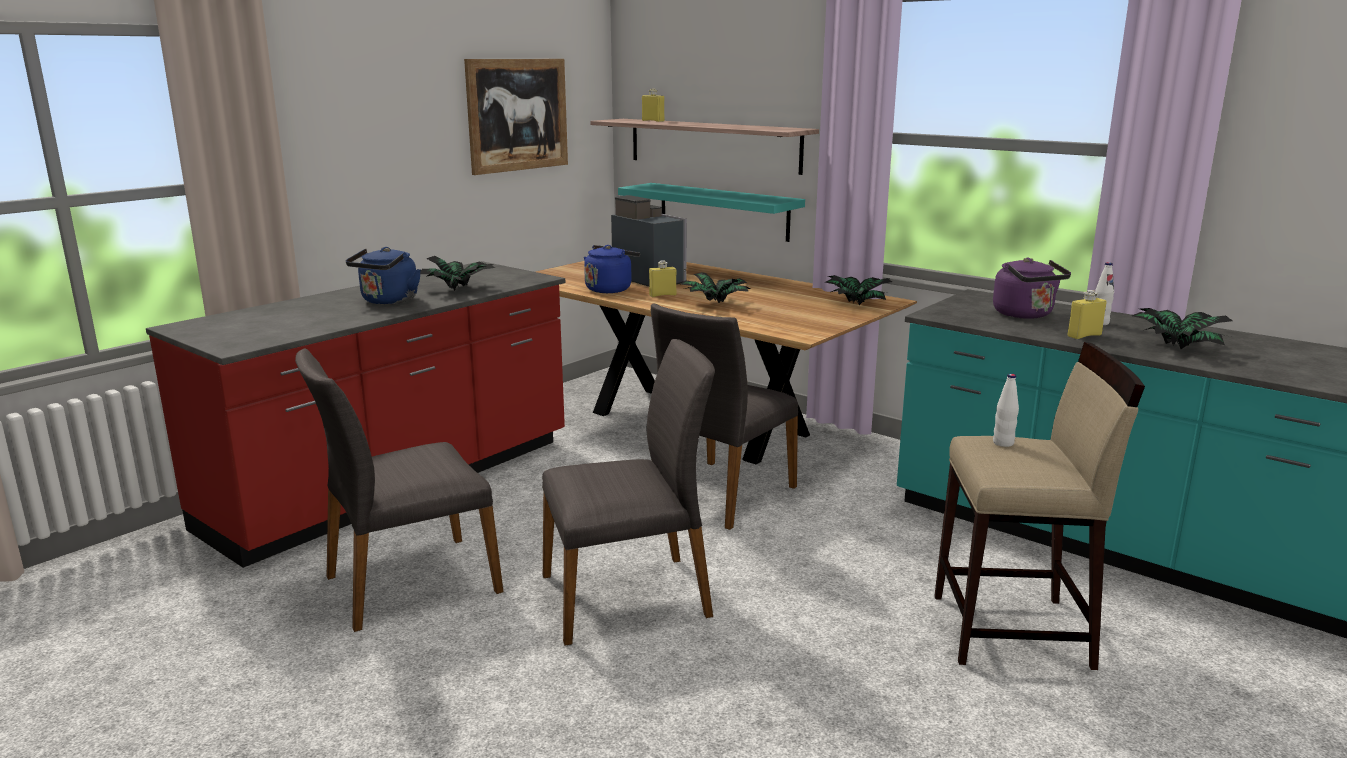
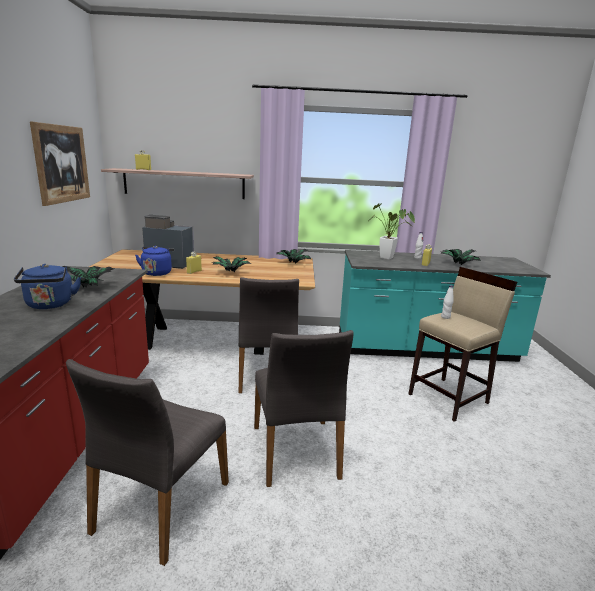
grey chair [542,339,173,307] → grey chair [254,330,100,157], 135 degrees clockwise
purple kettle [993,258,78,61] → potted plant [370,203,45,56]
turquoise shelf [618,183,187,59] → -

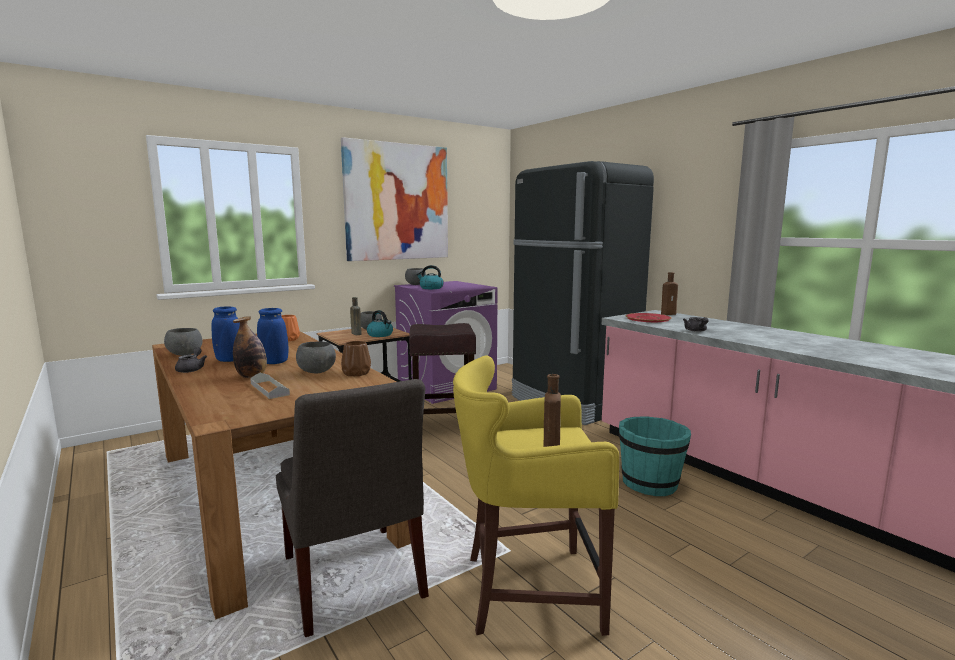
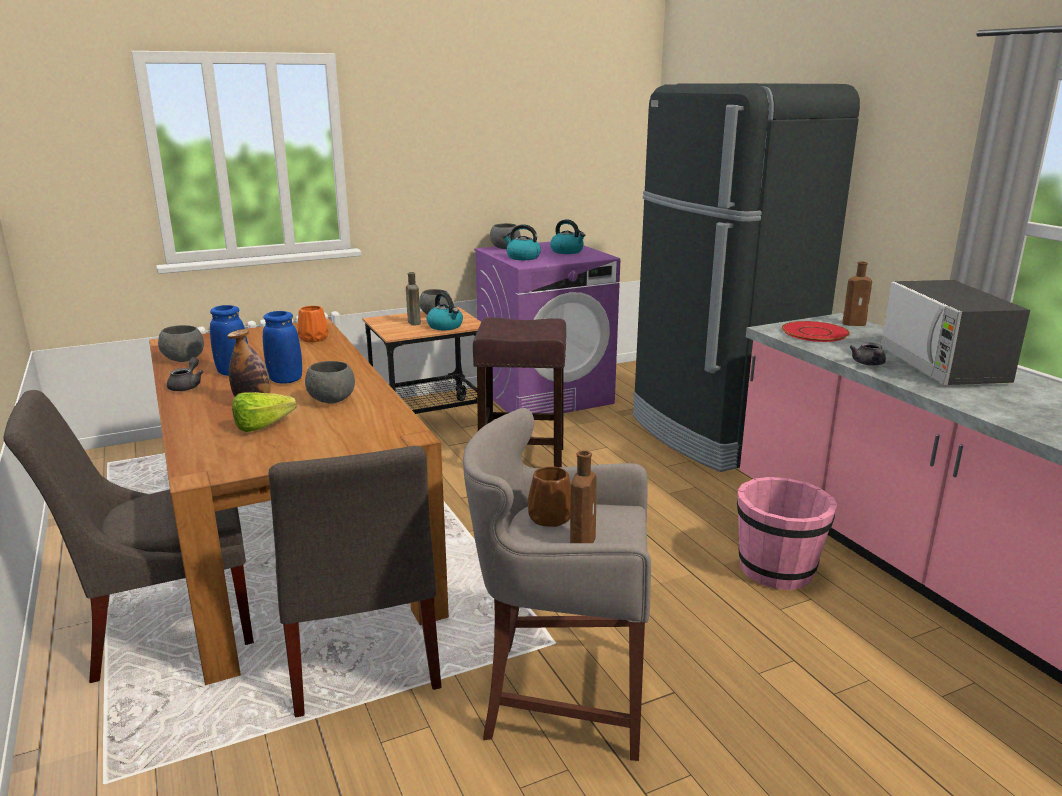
- → grey chair [3,390,251,293]
grey tray [250,372,40,27] → lettuce [232,392,65,40]
yellow stool [453,355,166,281] → grey stool [463,408,188,353]
brown vase [341,341,30,35] → brown vase [528,466,43,61], relocated
- → kettle [550,219,35,35]
turquoise bucket [619,417,72,79] → pink bucket [737,477,101,113]
- → microwave [880,280,150,105]
picture [341,137,107,124] → -

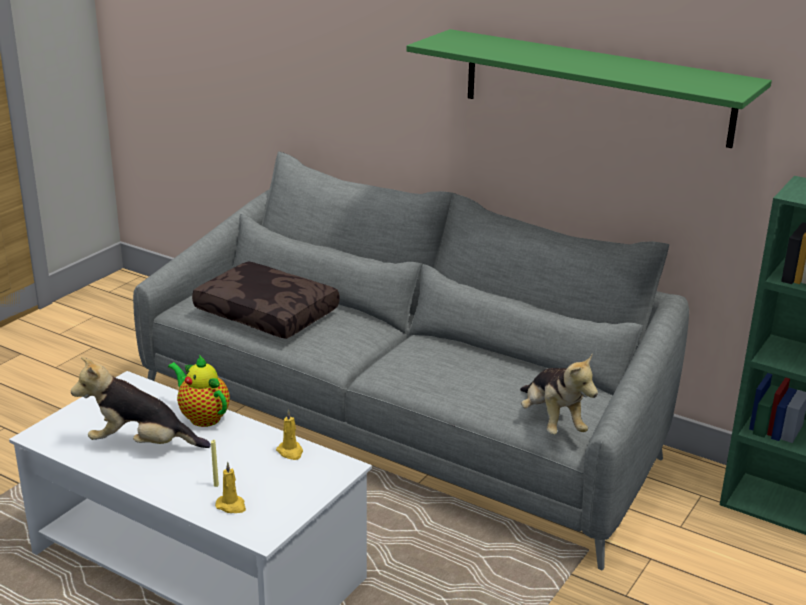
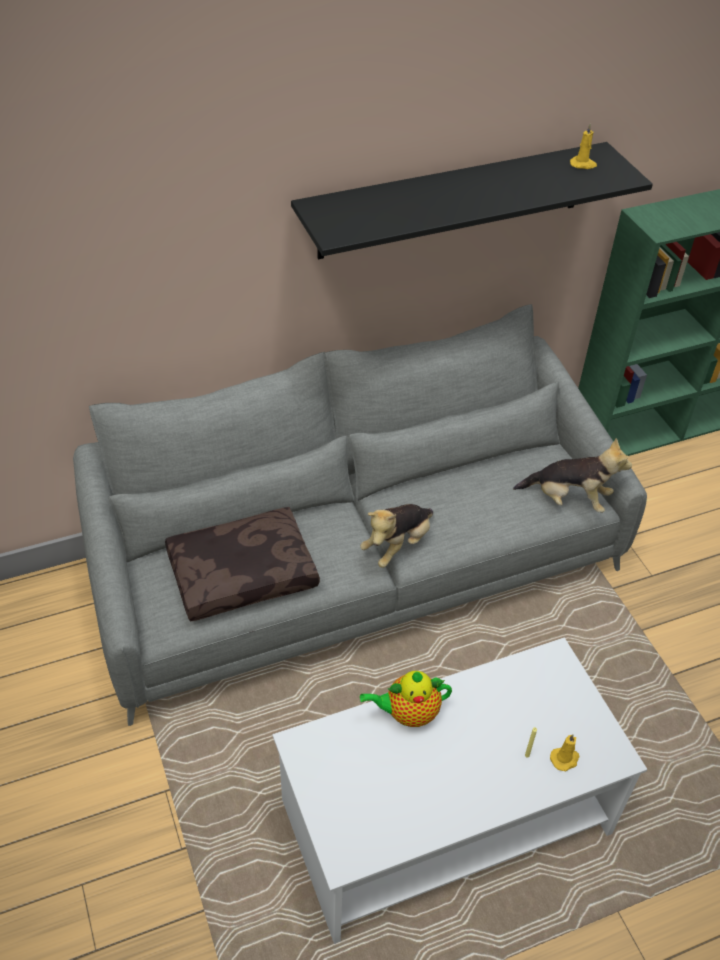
green shelf [407,29,365,119] → black shelf [291,142,362,117]
plush toy [71,357,140,91] → plush toy [360,504,73,64], relocated
yellow candle [276,410,27,50] → yellow candle [570,123,27,46], relocated

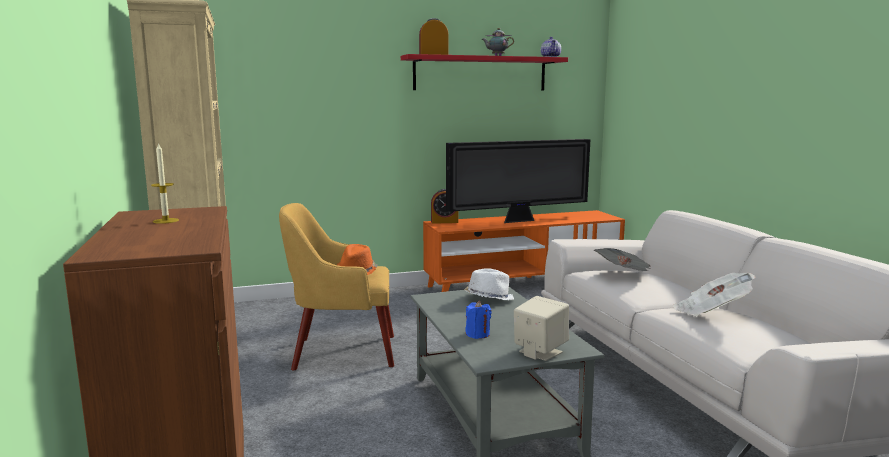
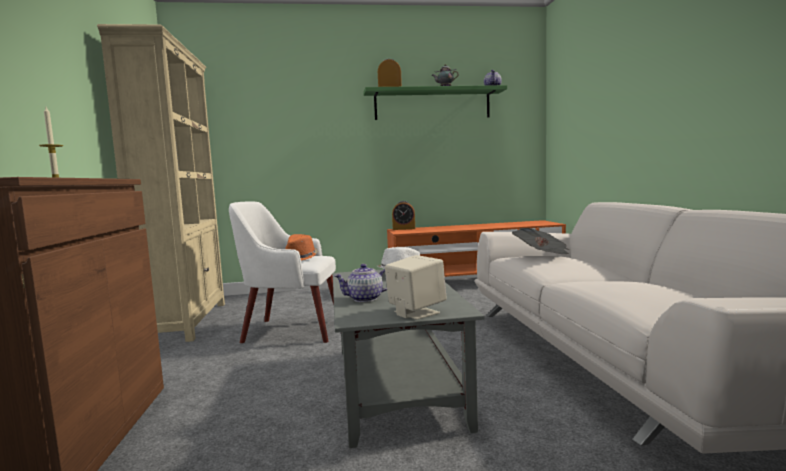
yellow armchair [279,203,115,167] → white armchair [229,202,107,141]
blue candle [466,301,26,38] → teapot [334,264,53,38]
red shelf [401,54,167,37] → green shelf [363,85,144,35]
television [446,139,144,84] → -
newspaper [672,273,84,43] → -

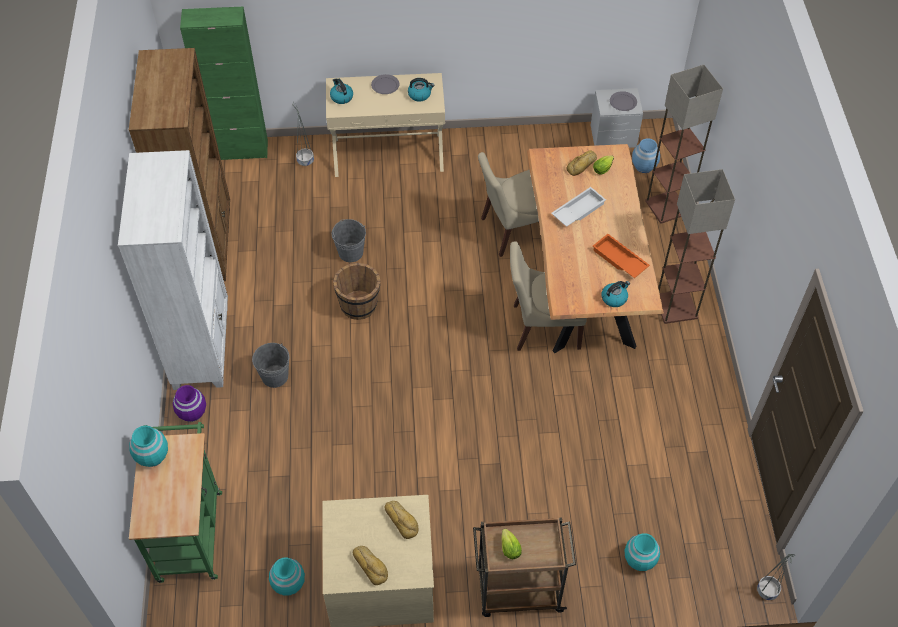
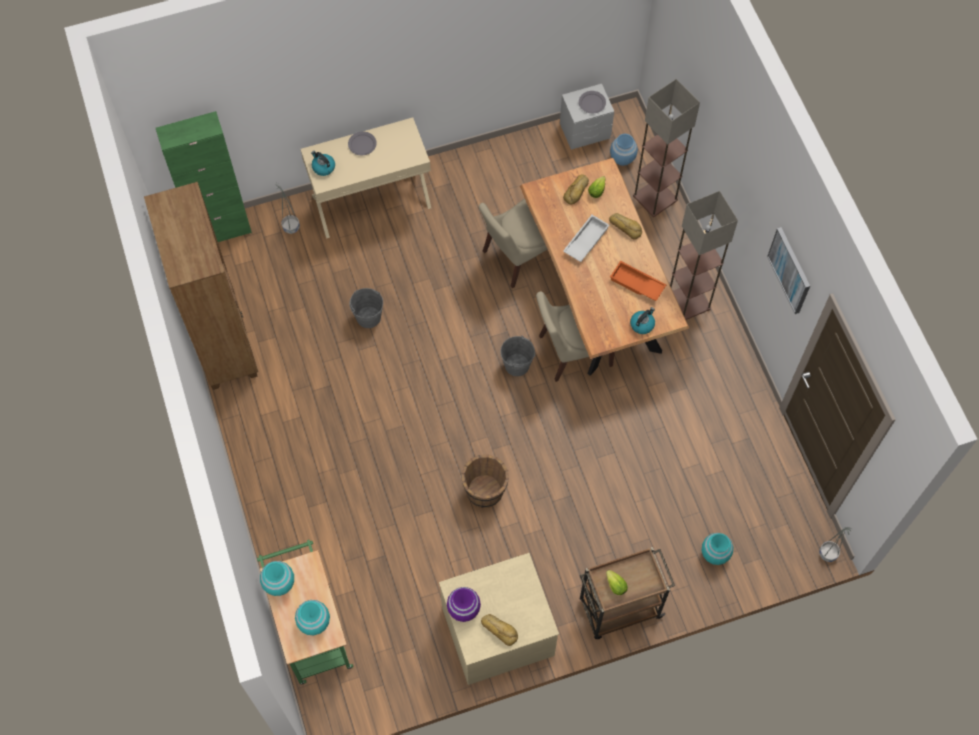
turquoise vase [269,558,36,38] → turquoise vase [295,600,35,35], relocated
purple vase [173,385,33,37] → purple vase [447,587,34,35], relocated
brown bucket [333,263,48,57] → brown bucket [461,455,48,53], relocated
grey bucket [252,343,38,45] → grey bucket [501,335,34,41], relocated
bread [384,501,34,38] → bread [609,213,33,27], relocated
- → picture [767,227,43,87]
white bookcase [118,150,110,240] → -
kettle [408,78,27,24] → -

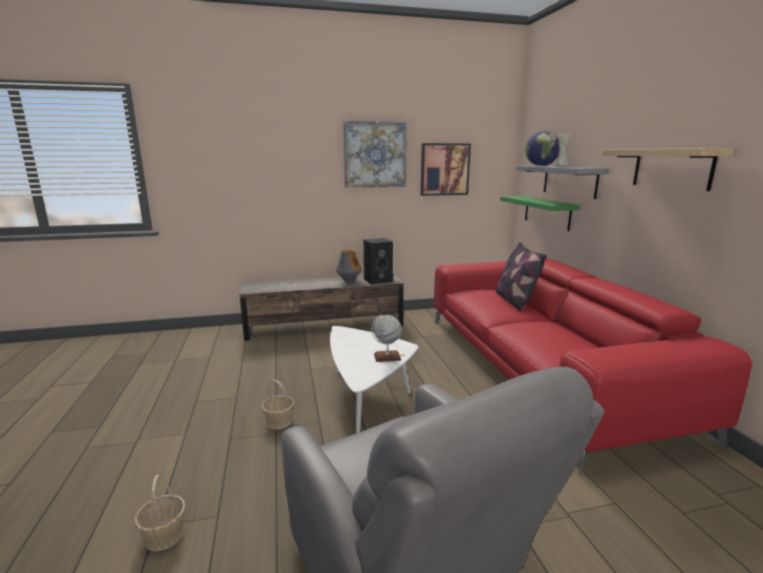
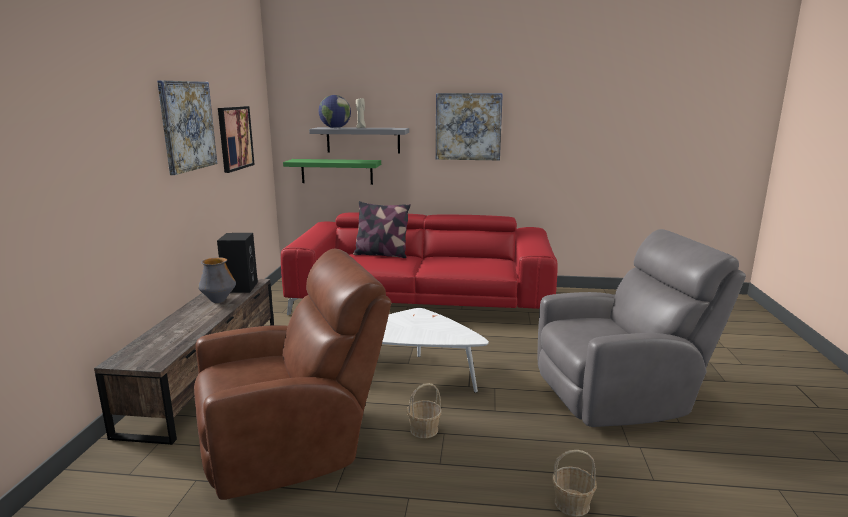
- → brown armchair [194,249,197,251]
shelf [603,148,132,43] → picture [436,93,67,67]
globe [371,315,31,47] → -

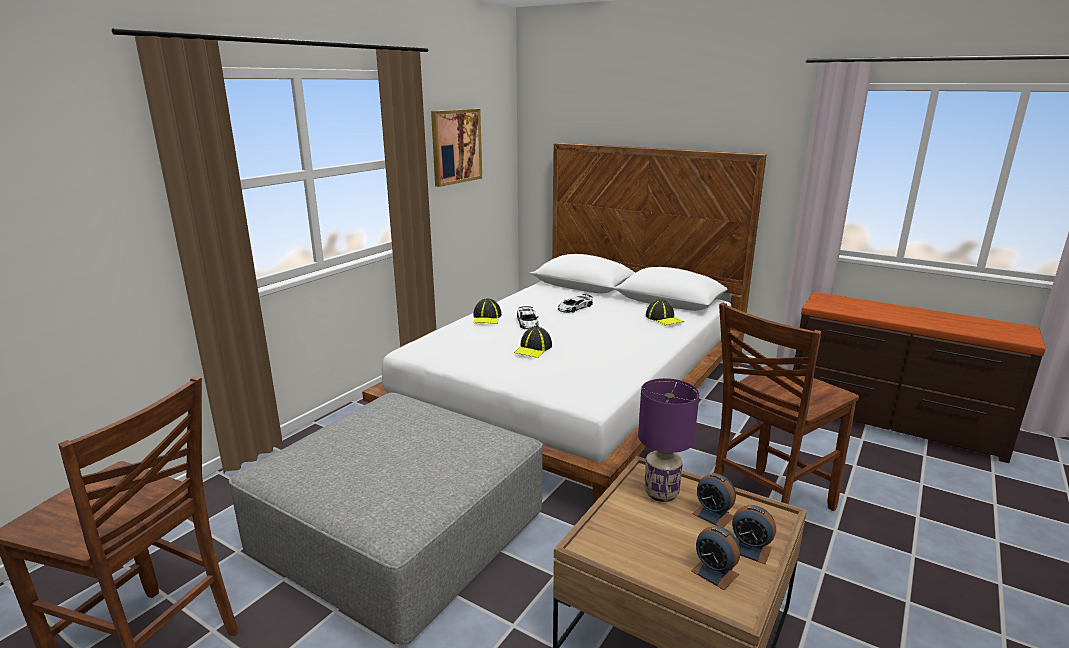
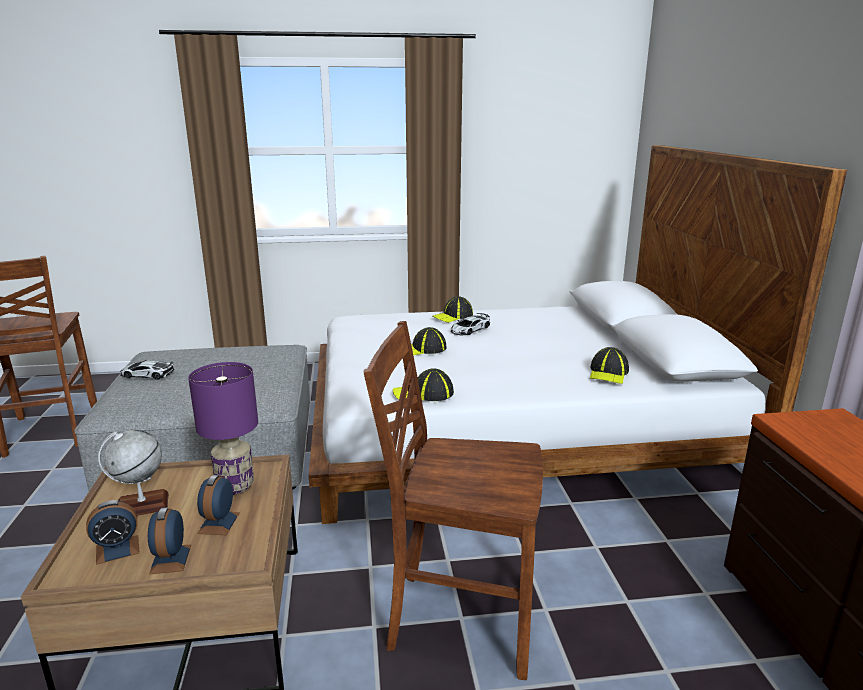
alarm clock [691,526,49,64] → alarm clock [86,500,53,65], 120 degrees counterclockwise
- → globe [98,430,70,86]
toy car [558,294,35,19] → toy car [120,360,54,20], relocated
- → cap [393,369,61,32]
picture [431,109,51,78] → -

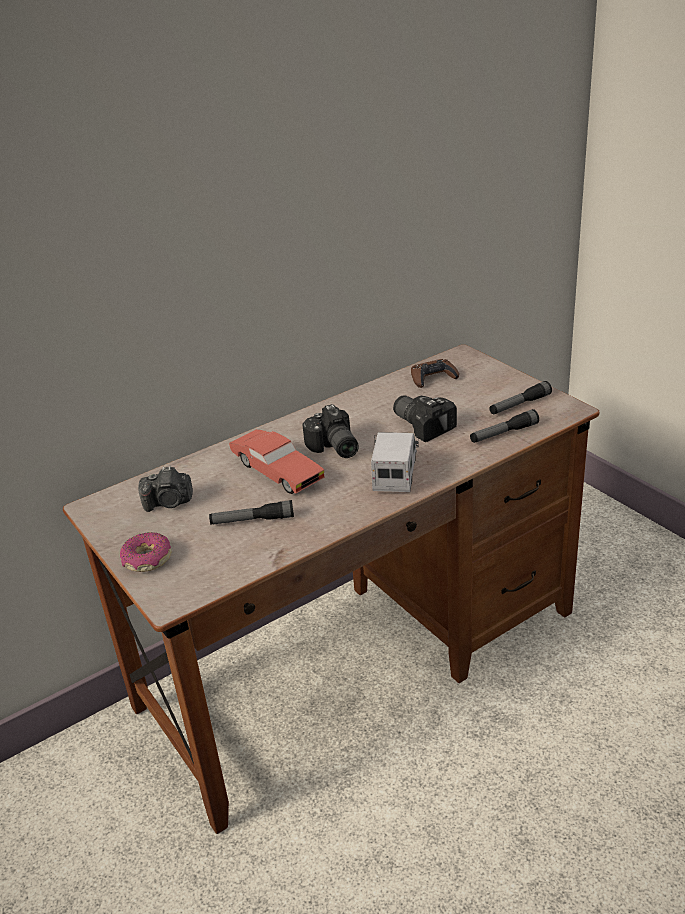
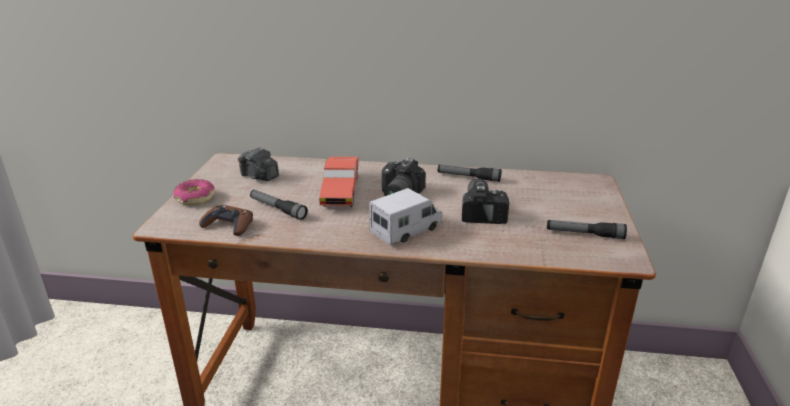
brown game controller [411,359,48,29] → brown game controller [199,205,54,31], relocated
flashlight [470,409,69,34] → flashlight [438,165,64,17], relocated

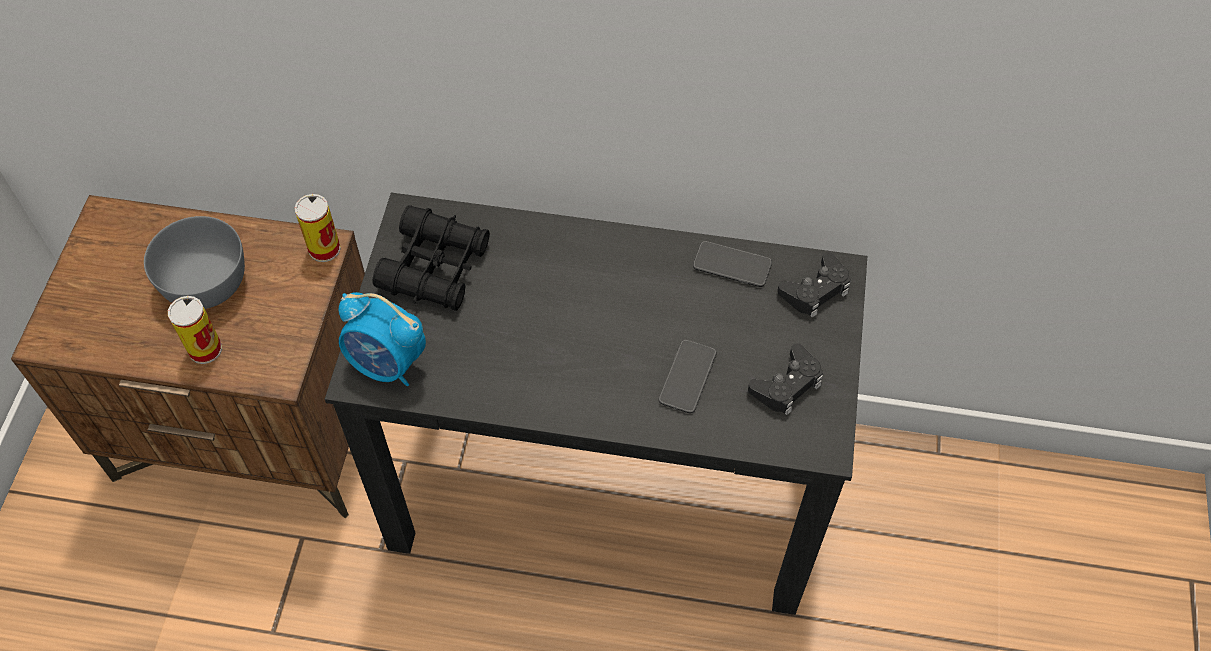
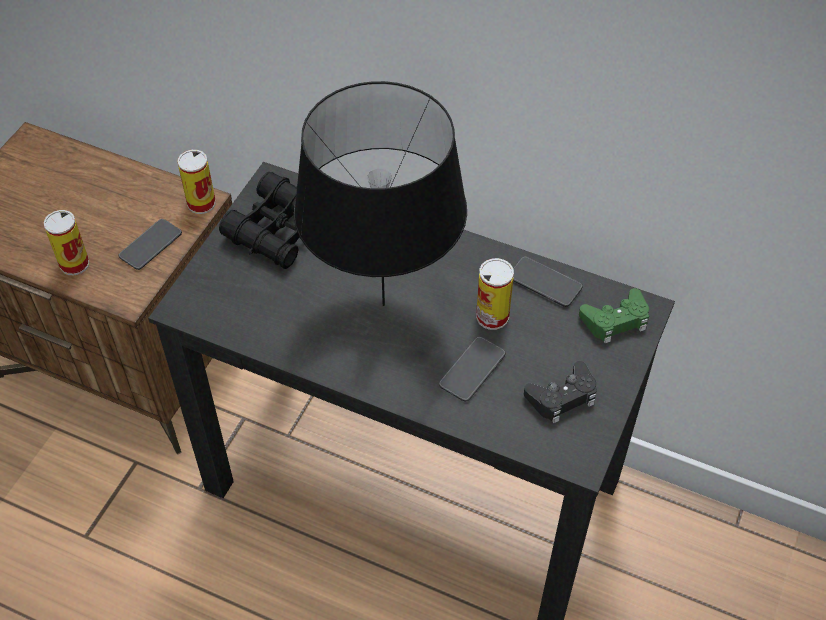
- → phone [119,219,63,51]
- → black table lamp [294,81,173,225]
- → can [476,258,38,72]
black game controller [777,252,74,65] → green game controller [579,288,70,55]
grey bowl [144,216,101,93] → -
alarm clock [339,292,87,94] → -

